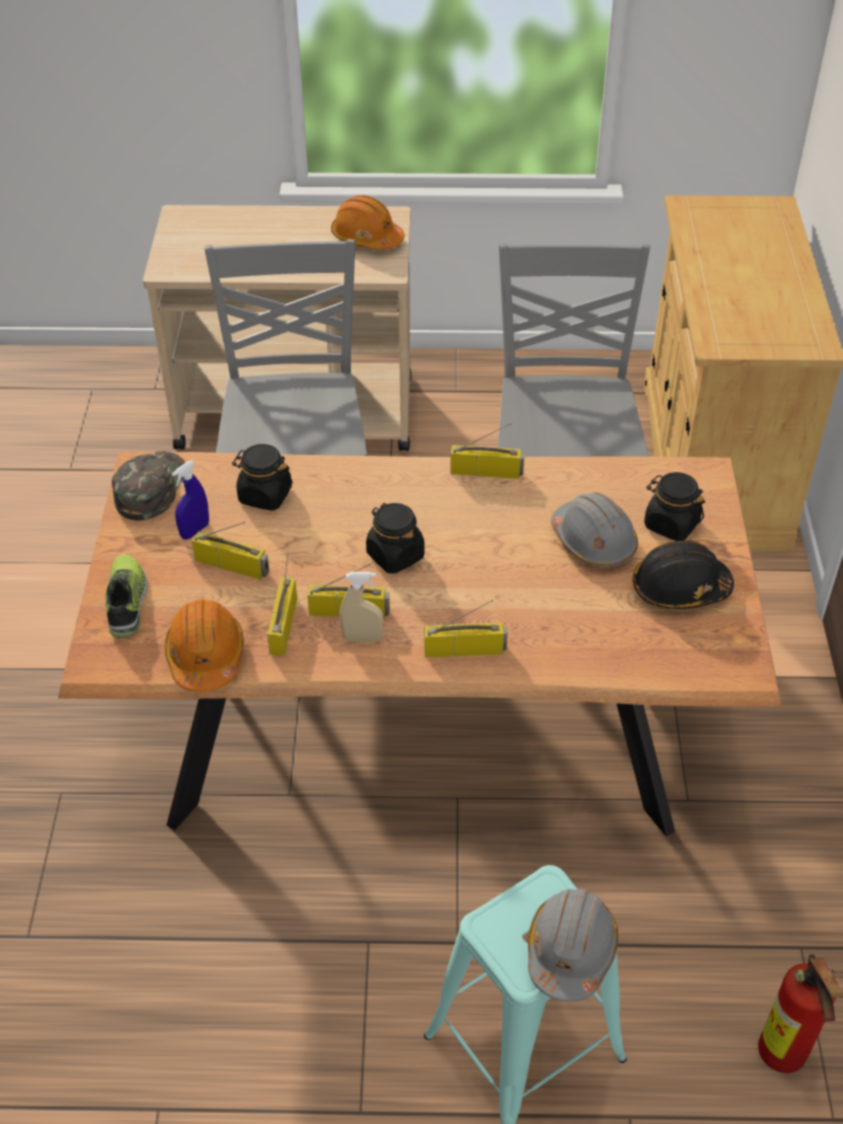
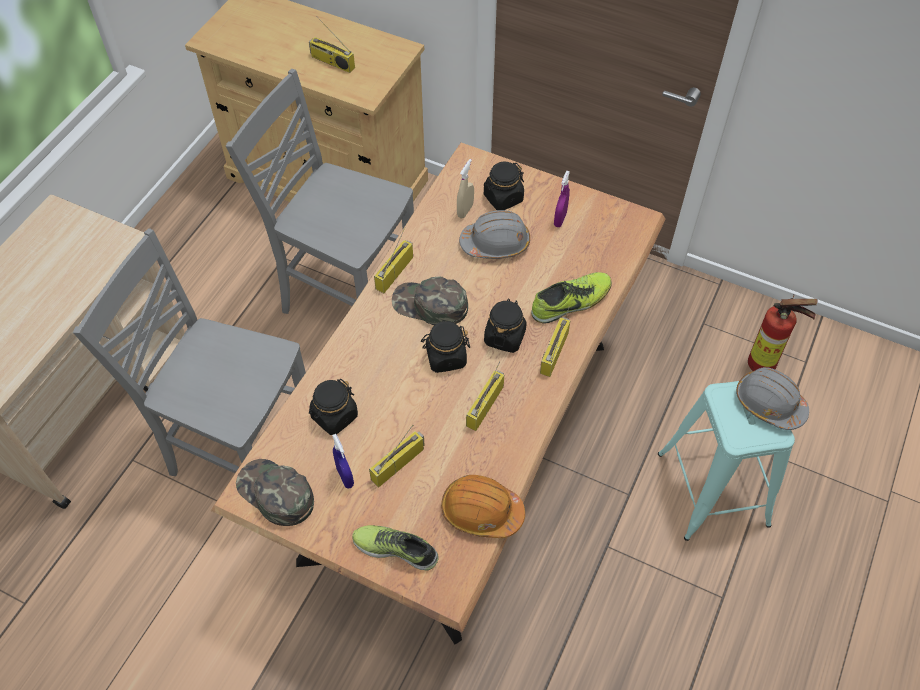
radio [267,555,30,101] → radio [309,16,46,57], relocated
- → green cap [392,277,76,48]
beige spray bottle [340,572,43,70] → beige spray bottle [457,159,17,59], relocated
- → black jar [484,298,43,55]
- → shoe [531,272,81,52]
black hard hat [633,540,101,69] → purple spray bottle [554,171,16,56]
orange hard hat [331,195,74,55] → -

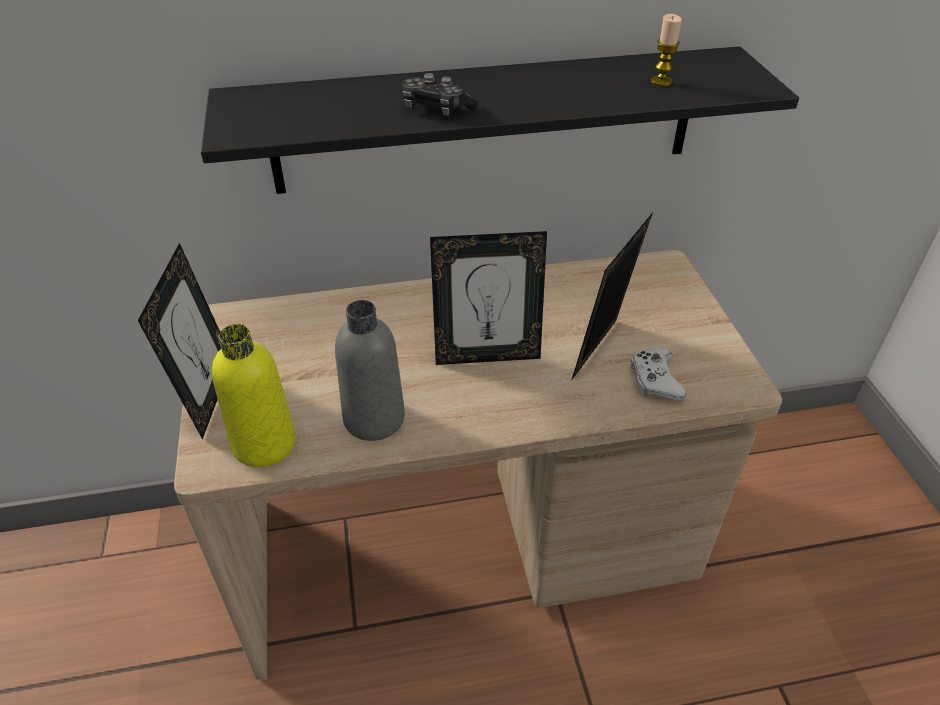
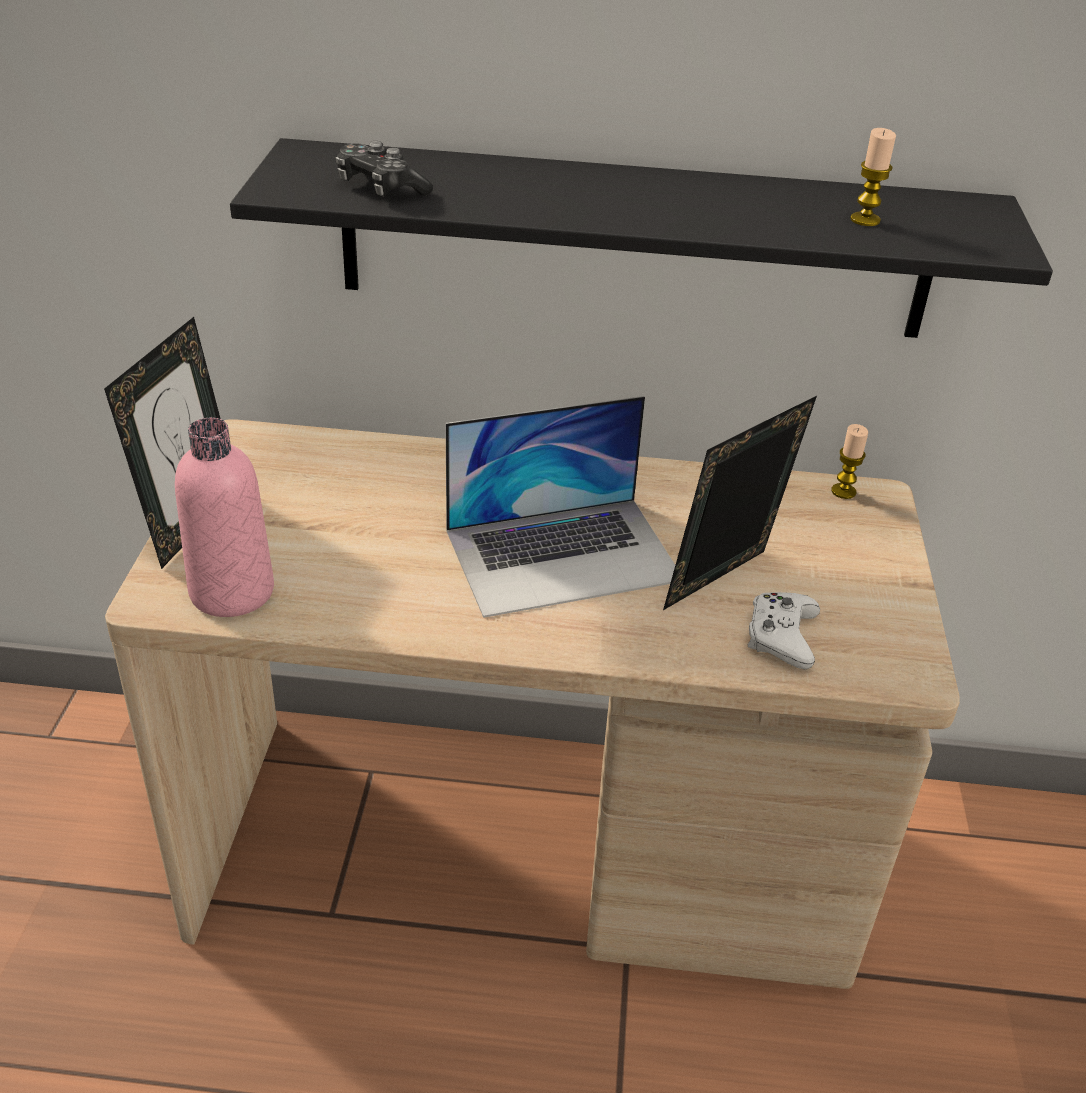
yellow bottle [212,324,84,143] → pink bottle [175,418,99,199]
game controller [402,73,76,43] → game controller [335,141,98,56], relocated
picture frame [430,231,117,134] → laptop [446,396,229,222]
- → candle [831,424,37,75]
grey bottle [335,300,70,141] → -

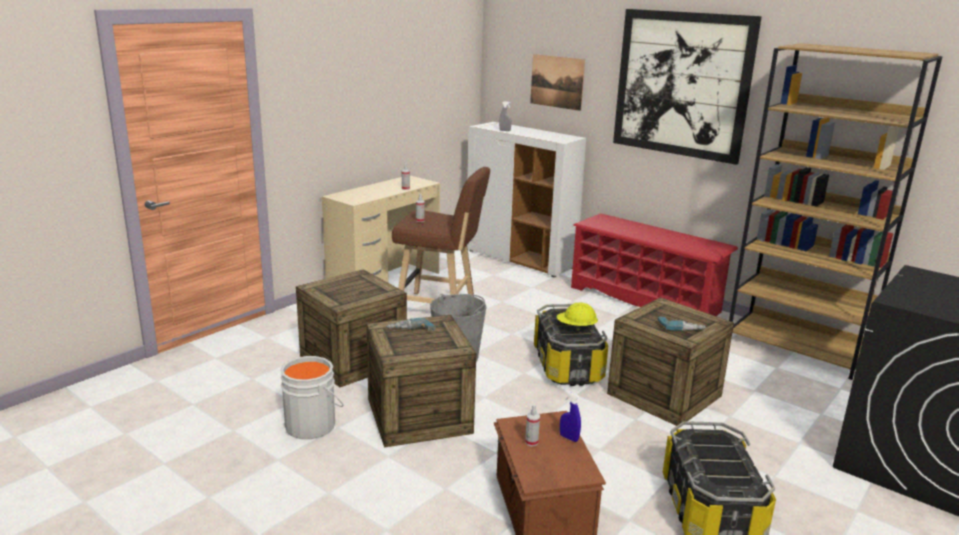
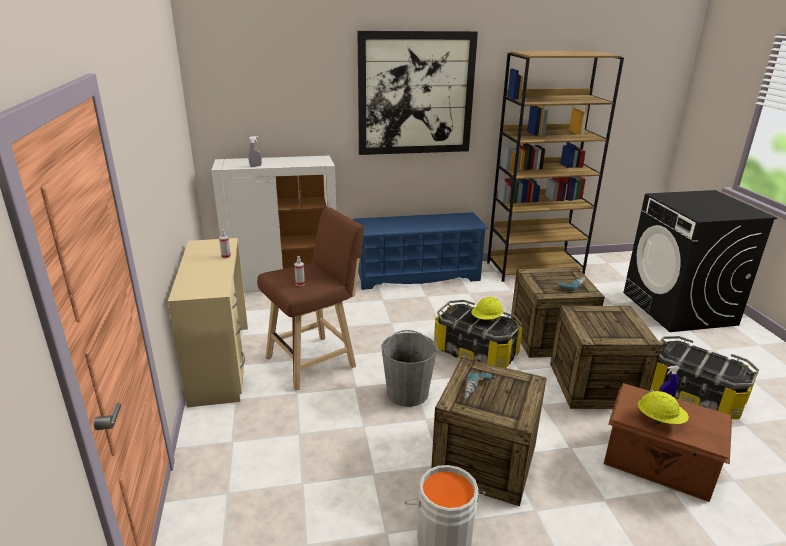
red shoe rack [571,213,167,103] → blue shoe rack [353,212,135,78]
crate [296,269,111,118] → crate [550,305,112,104], relocated
spray bottle [525,405,15,41] → yellow hard hat [638,391,51,35]
picture [530,54,55,57] → -

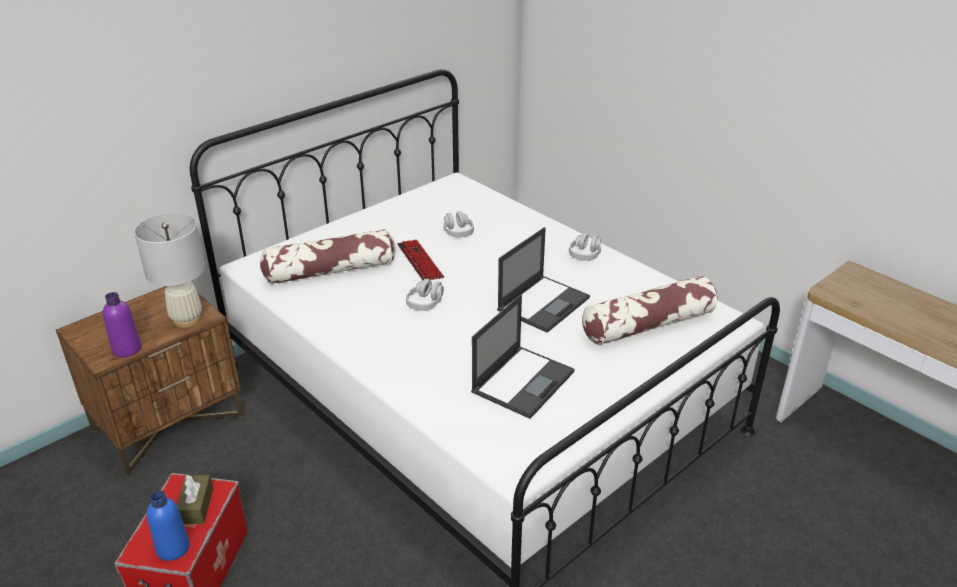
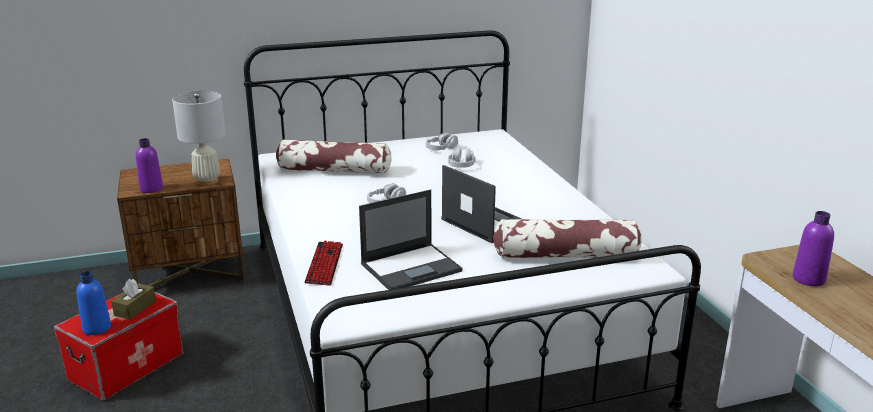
keyboard [397,240,47,40] → keyboard [305,240,38,46], relocated
grey headphones [569,233,32,28] → grey headphones [426,133,32,17], relocated
laptop [497,227,93,106] → laptop [441,165,81,78], 105 degrees counterclockwise
- → purple bottle [793,211,41,75]

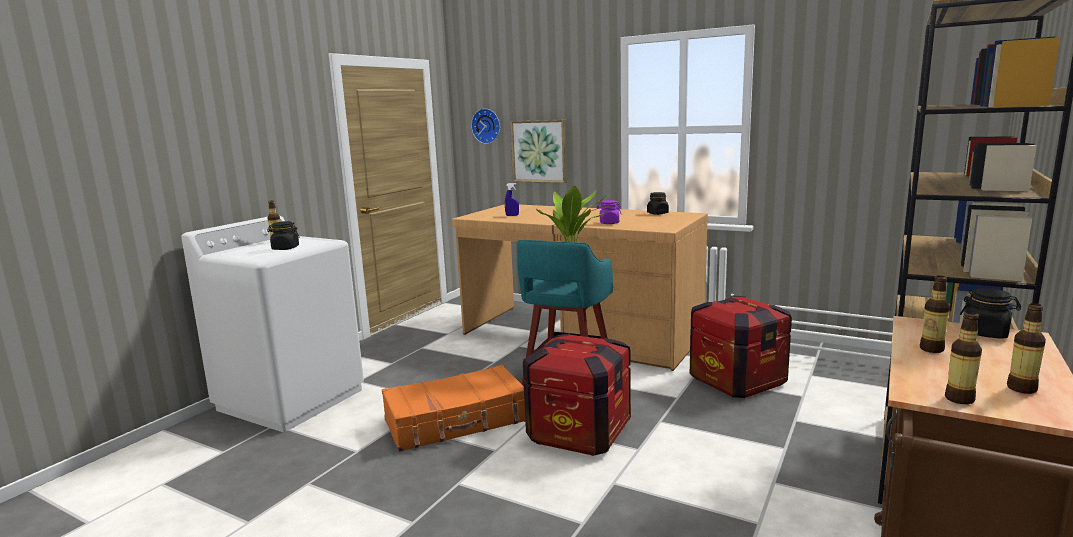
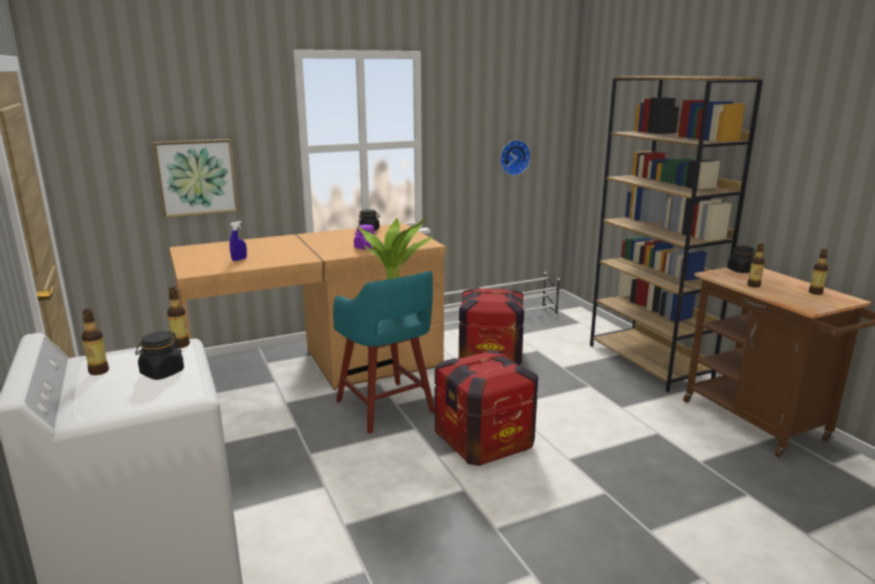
bottle [945,312,37,92] → bottle [167,287,23,61], relocated
wall clock [471,108,29,36] → wall clock [500,140,31,36], relocated
orange suitcase [382,365,143,87] → -

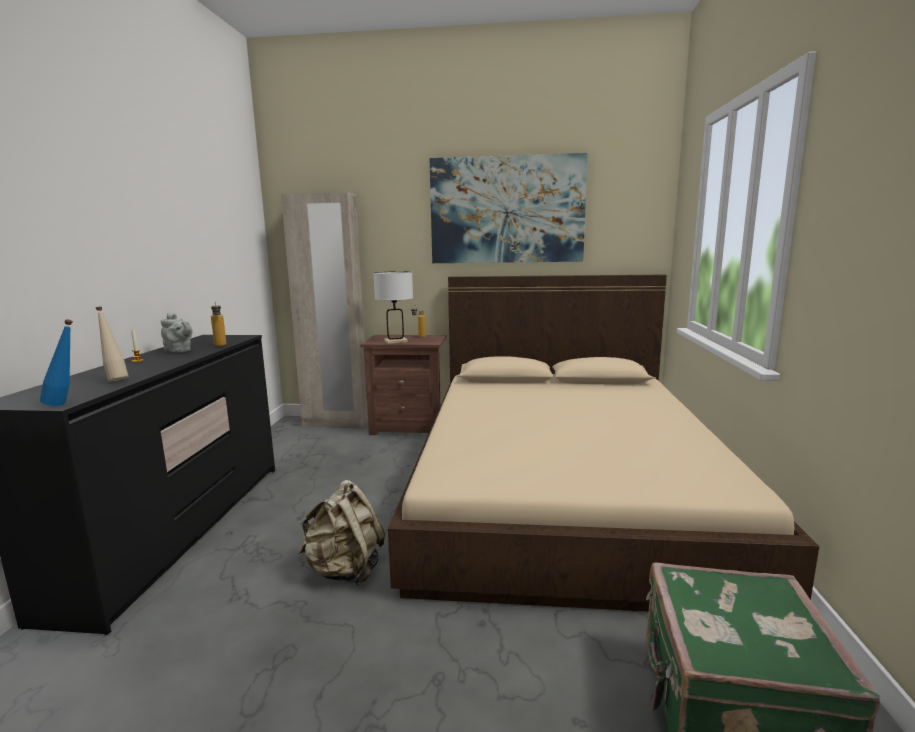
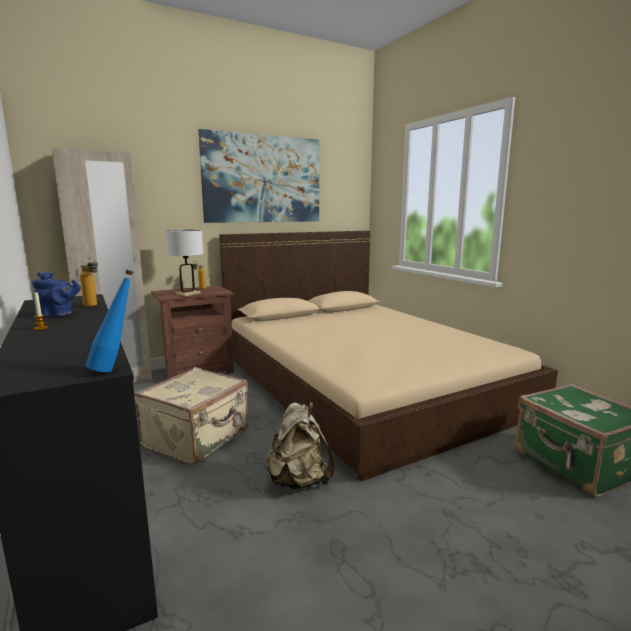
grey teapot [160,312,33,40] → blue teapot [32,272,49,44]
- → beige suitcase [134,367,115,99]
beige bottle [96,307,33,74] → -

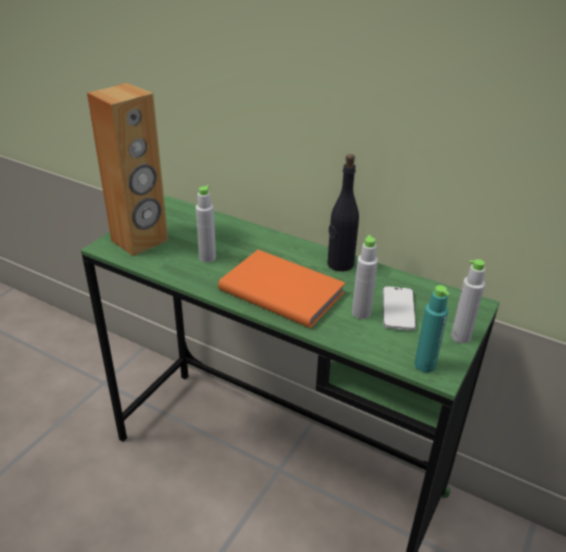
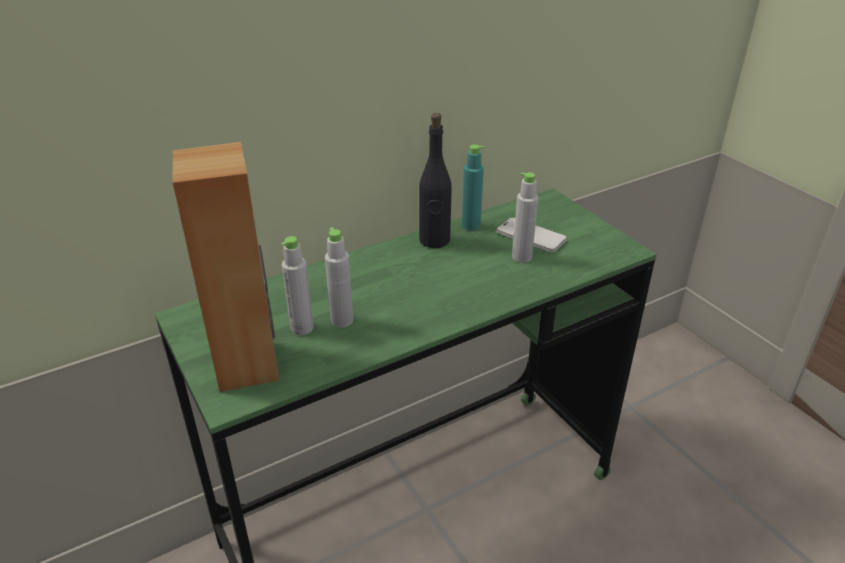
grey bottle [451,259,35,85] → grey bottle [281,236,33,99], relocated
turquoise bottle [415,285,35,88] → turquoise bottle [462,145,22,85], relocated
orange book [218,250,127,78] → -

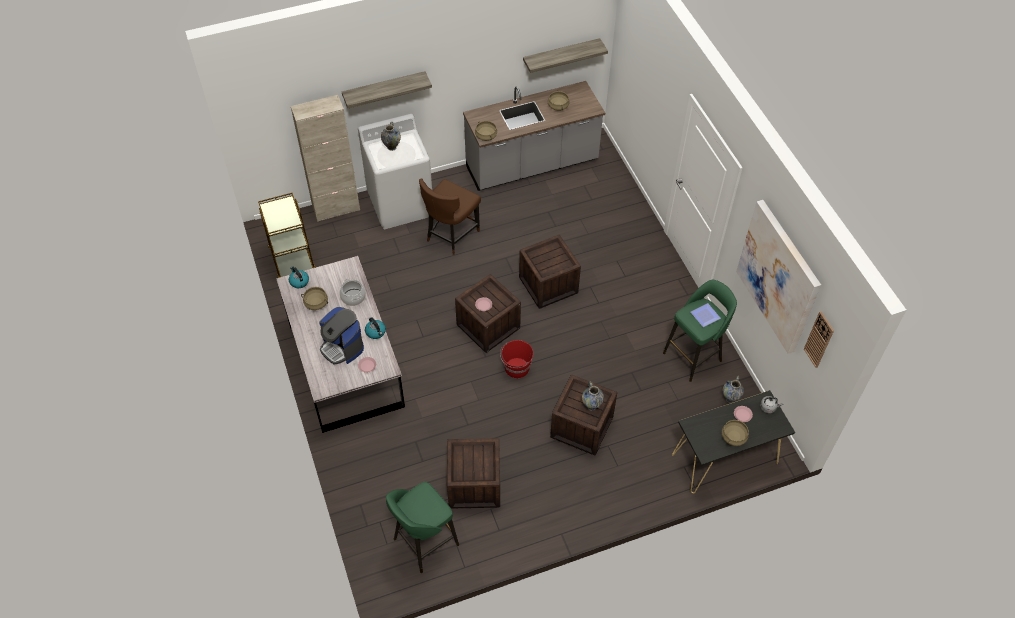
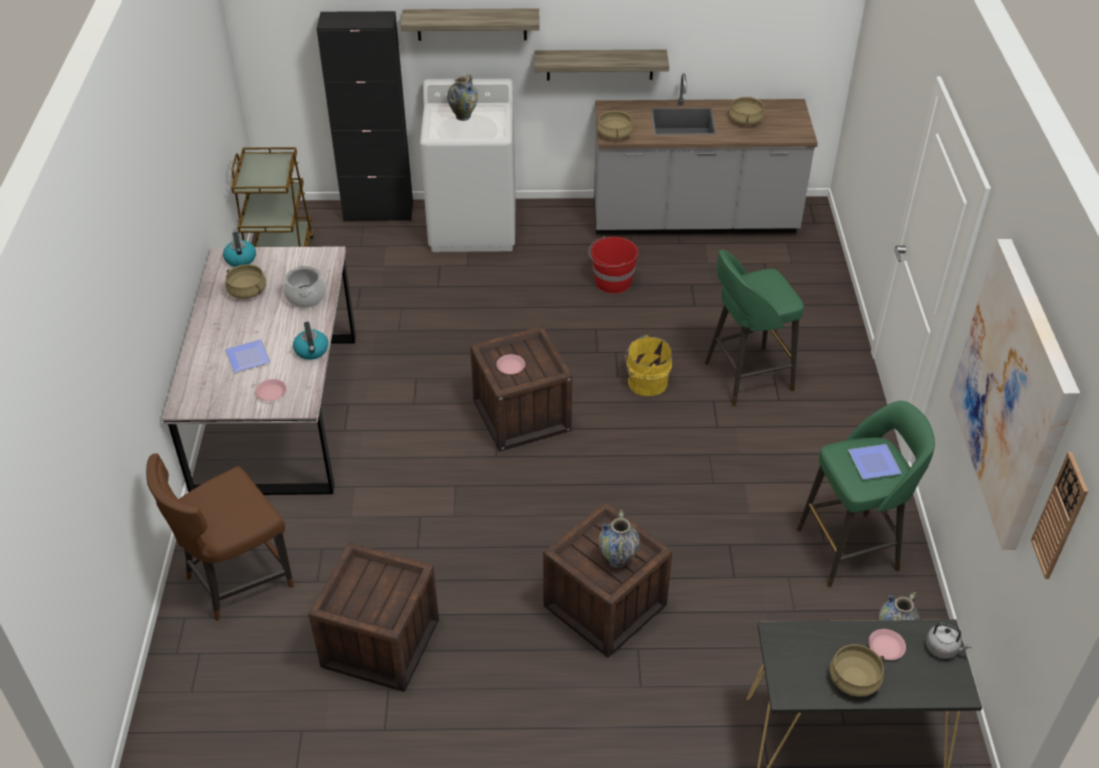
brown chair [419,179,62,76] → brown chair [146,453,148,168], relocated
coffee machine [319,307,45,58] → plate [225,339,46,34]
beige cabinet [291,95,69,127] → black cabinet [316,11,97,211]
shelf [523,38,85,35] → shelf [534,50,135,30], relocated
red bucket [500,340,34,38] → red bucket [589,236,49,58], relocated
crate [519,235,62,74] → yellow bucket [625,335,47,61]
green stool [386,482,73,91] → green stool [705,250,99,157], relocated

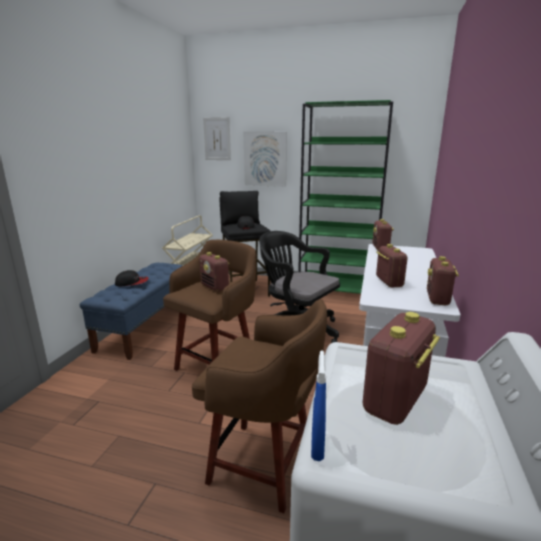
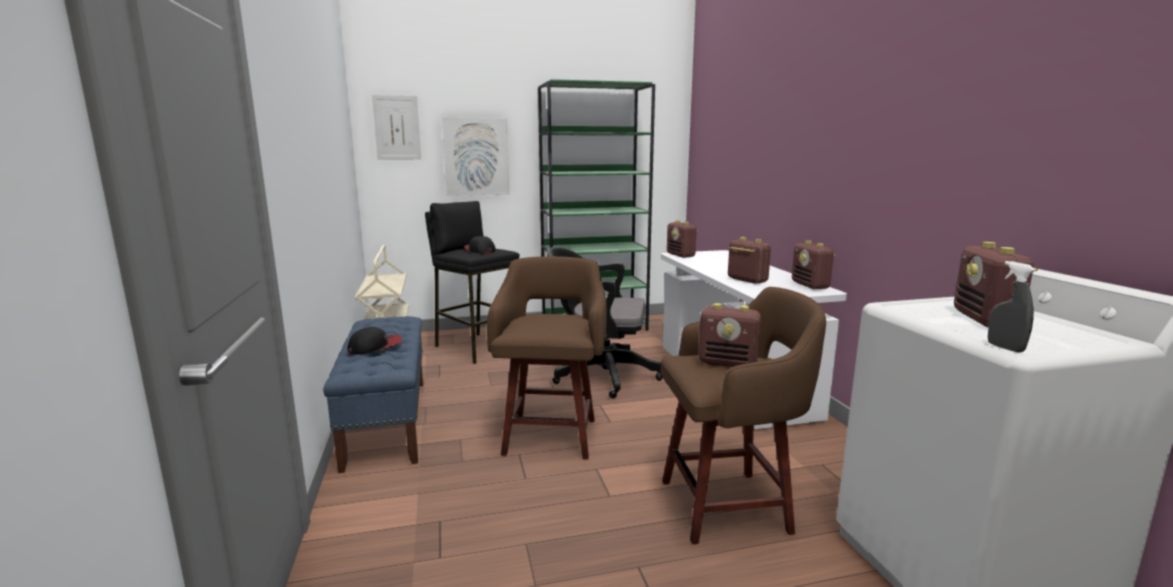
radio [199,252,31,40] → radio [698,303,63,64], relocated
blue spray bottle [311,351,15,110] → grey spray bottle [988,261,47,92]

